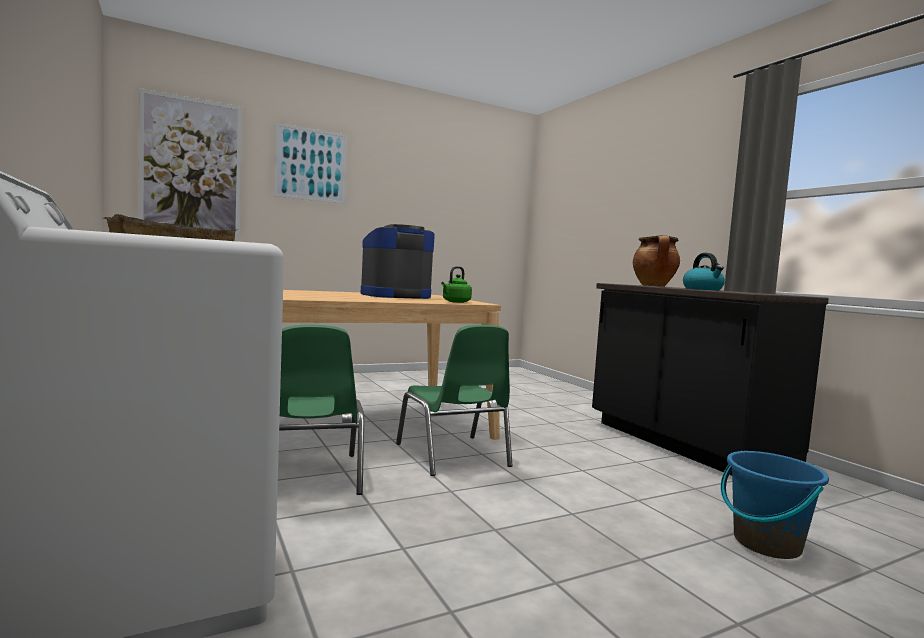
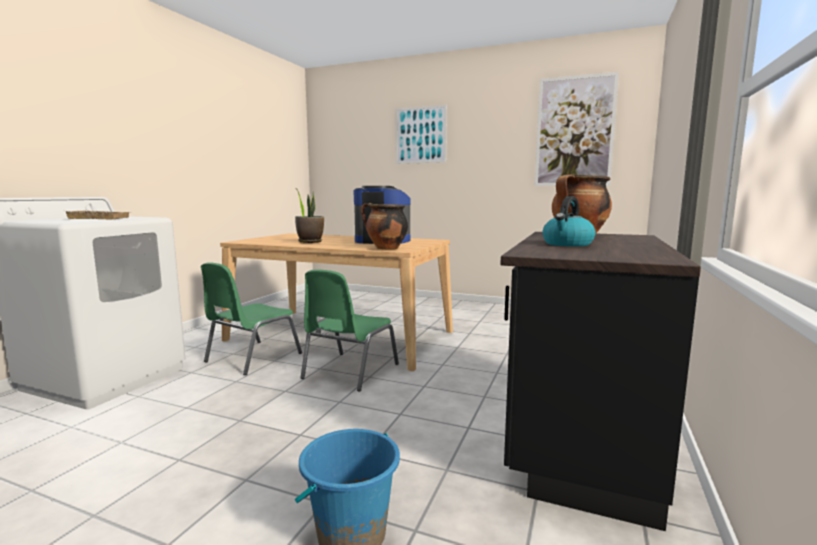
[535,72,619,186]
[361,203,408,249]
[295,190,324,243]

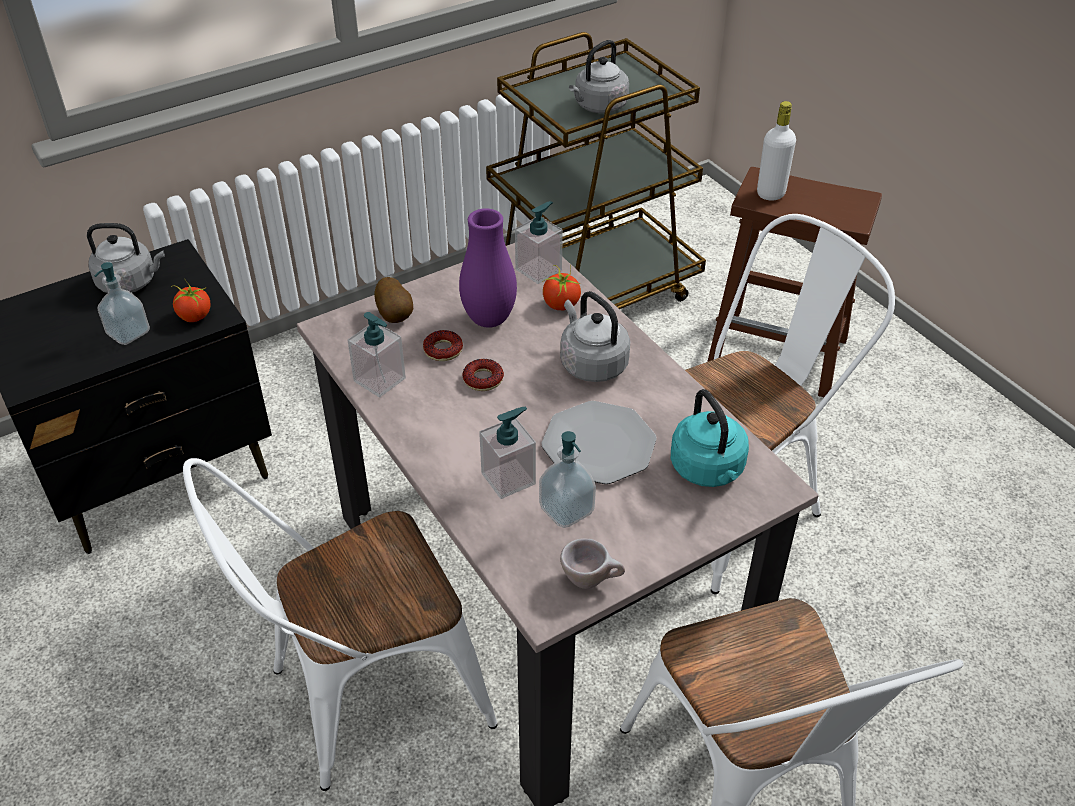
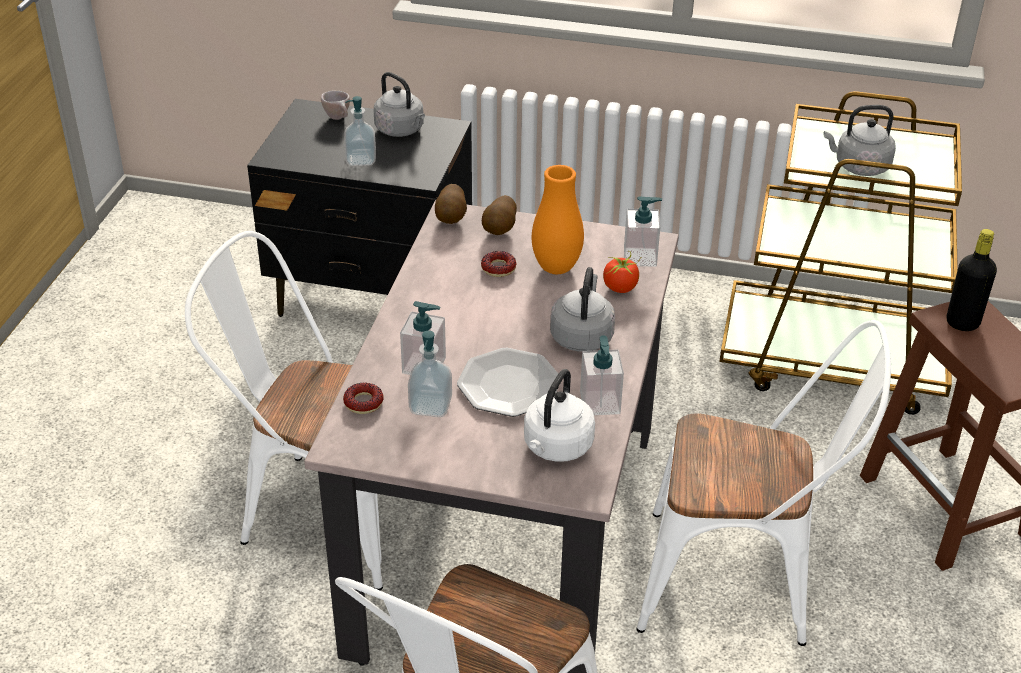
[171,278,211,322] (first image)
[580,335,624,415]
[532,165,584,274]
[343,383,384,414]
[321,91,350,120]
[524,369,595,462]
[947,229,997,331]
[435,184,467,224]

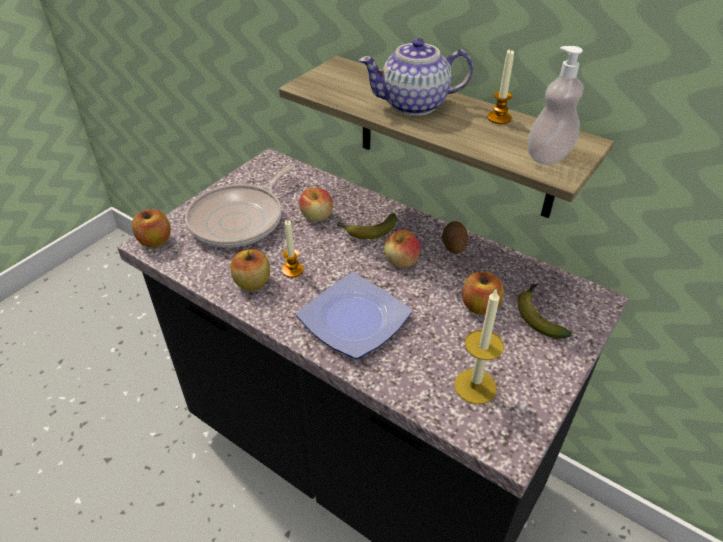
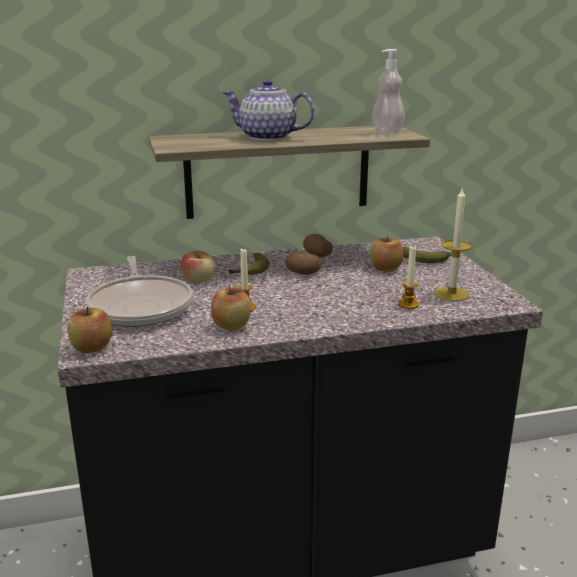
[296,272,412,359] (first image)
[223,79,315,141]
[285,251,321,275]
[398,246,419,309]

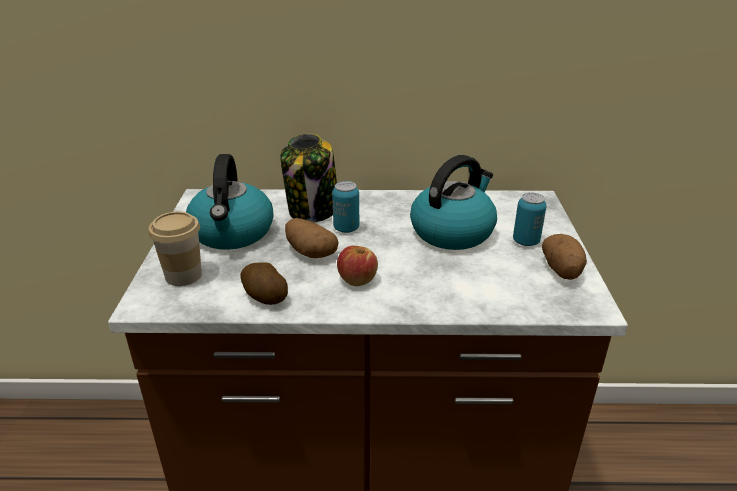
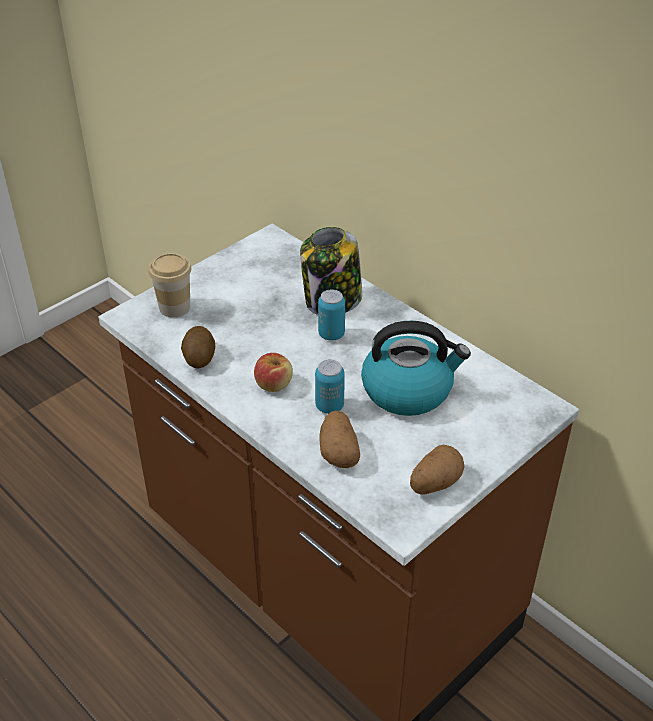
[186,154,273,250] (first image)
[319,410,360,468]
[315,359,345,414]

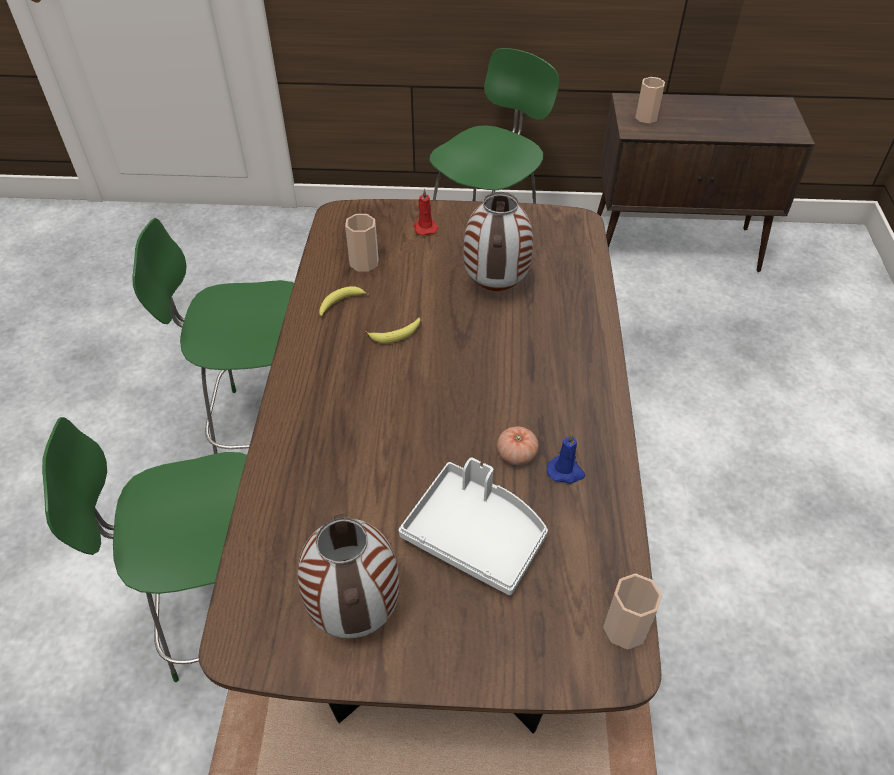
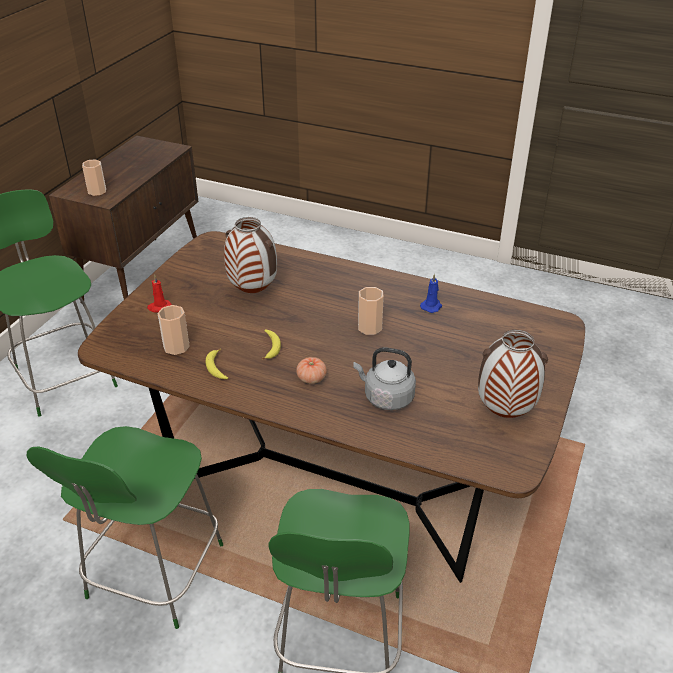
[399,458,548,595] (first image)
[296,357,327,384]
[358,287,384,335]
[353,347,416,410]

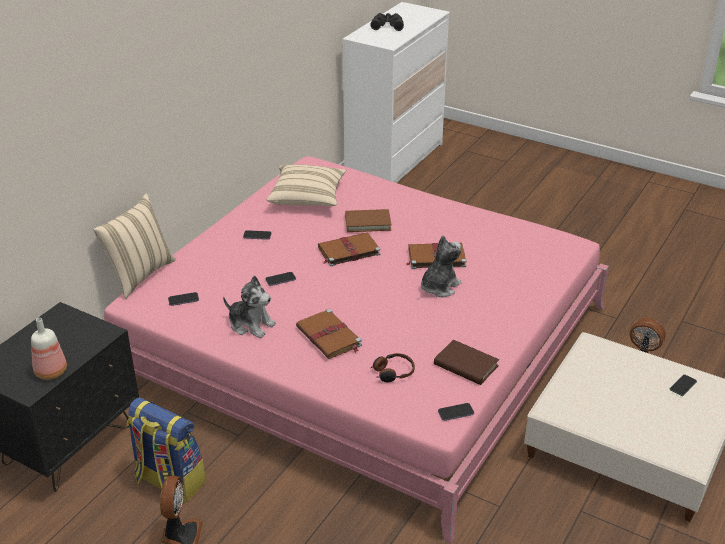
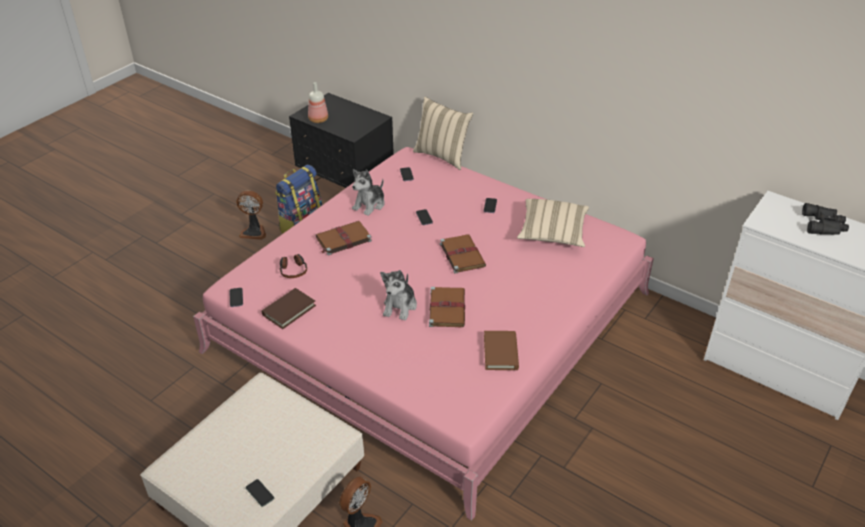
[484,331,519,370]
[380,270,417,320]

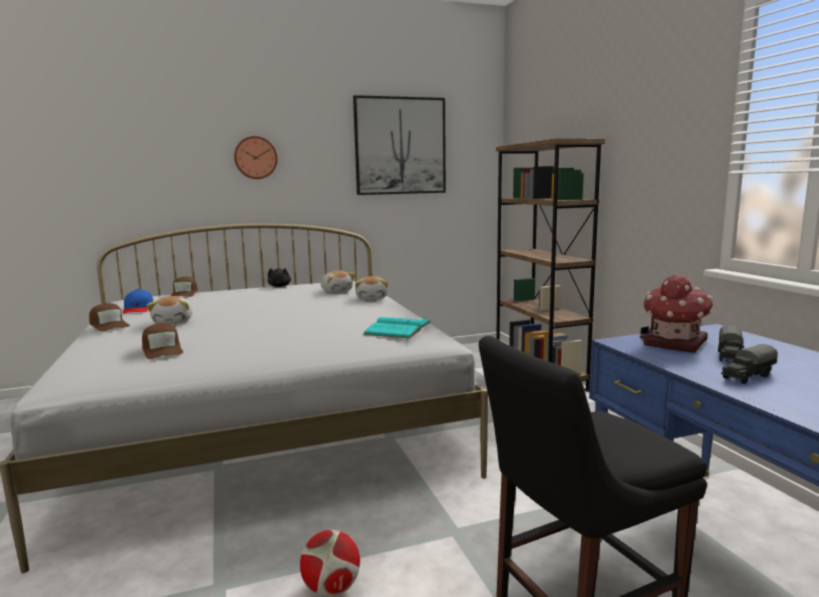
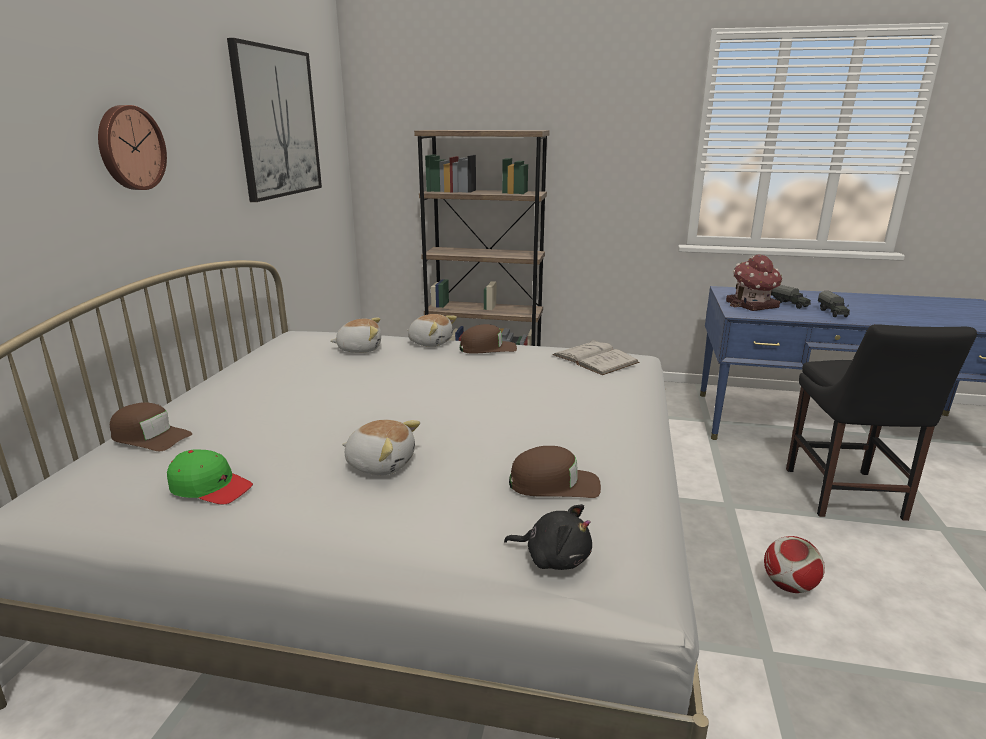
[460,324,517,354]
[167,449,253,504]
[504,504,592,570]
[552,339,639,375]

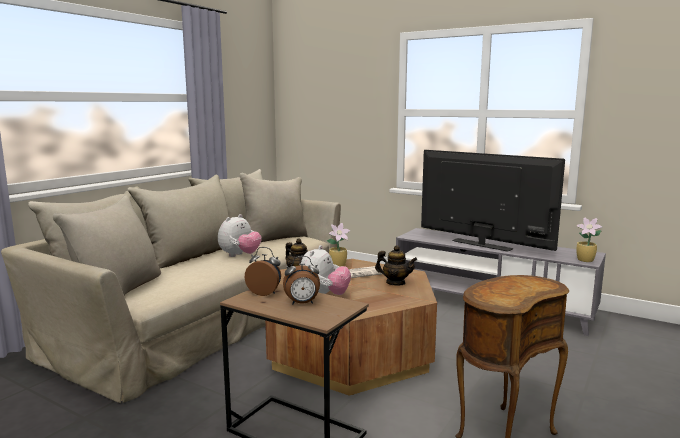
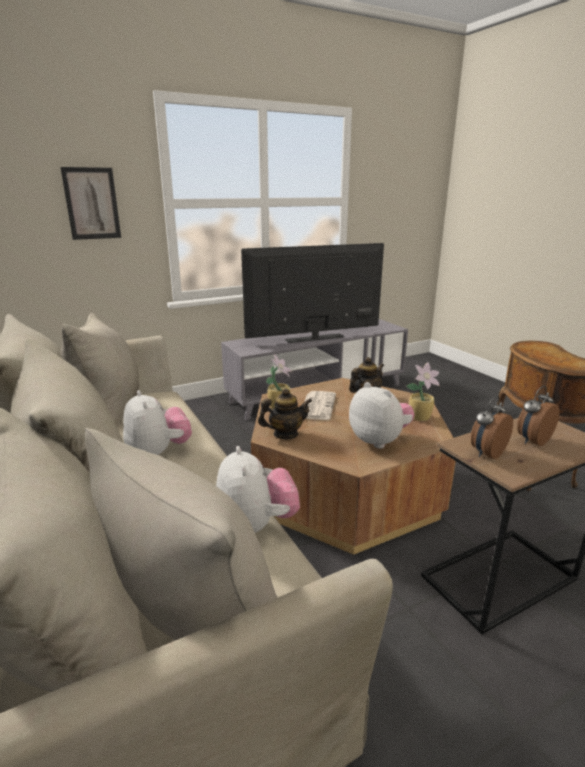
[517,386,560,446]
[407,362,440,421]
[60,167,121,240]
[216,446,300,533]

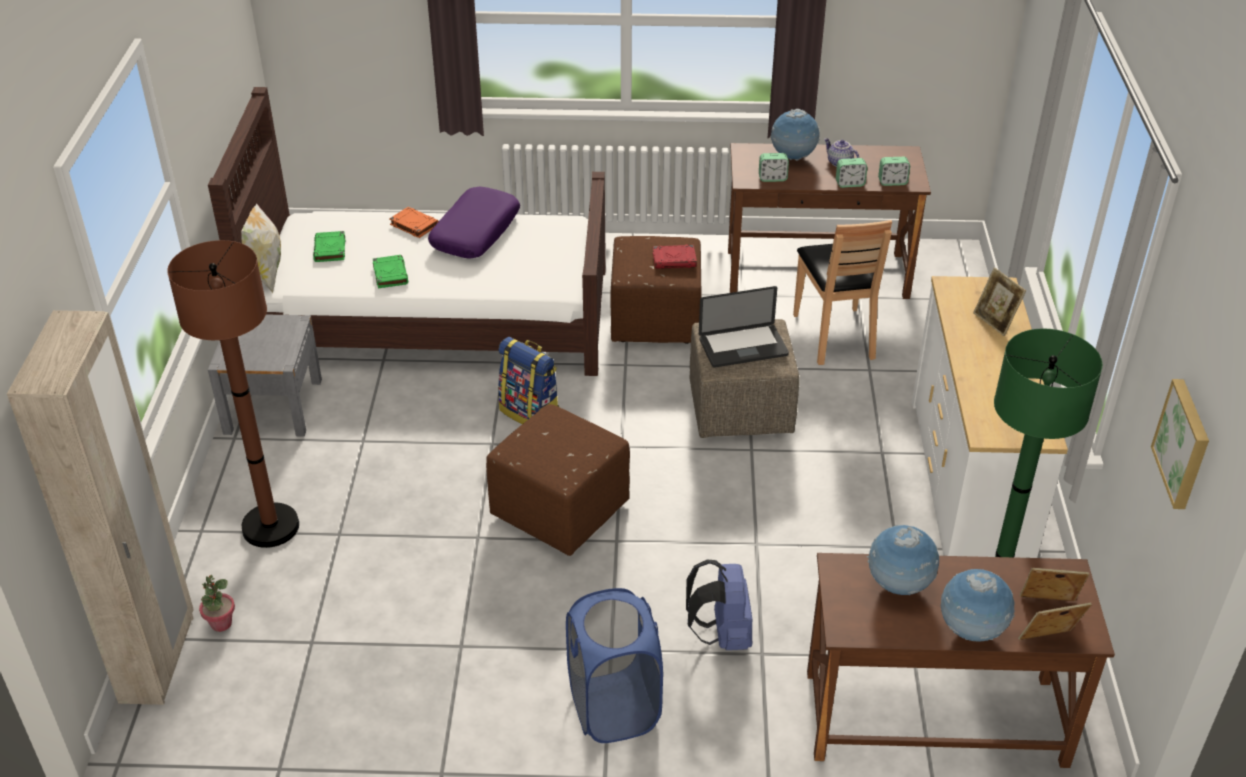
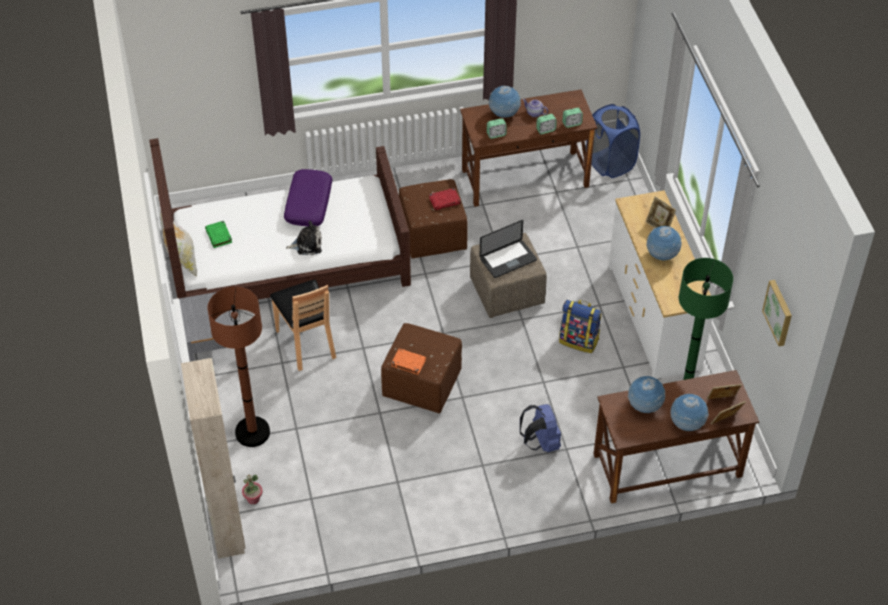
[373,255,408,288] (first image)
[391,348,426,375]
[559,300,601,353]
[586,104,640,178]
[270,280,336,371]
[286,221,322,255]
[646,226,682,260]

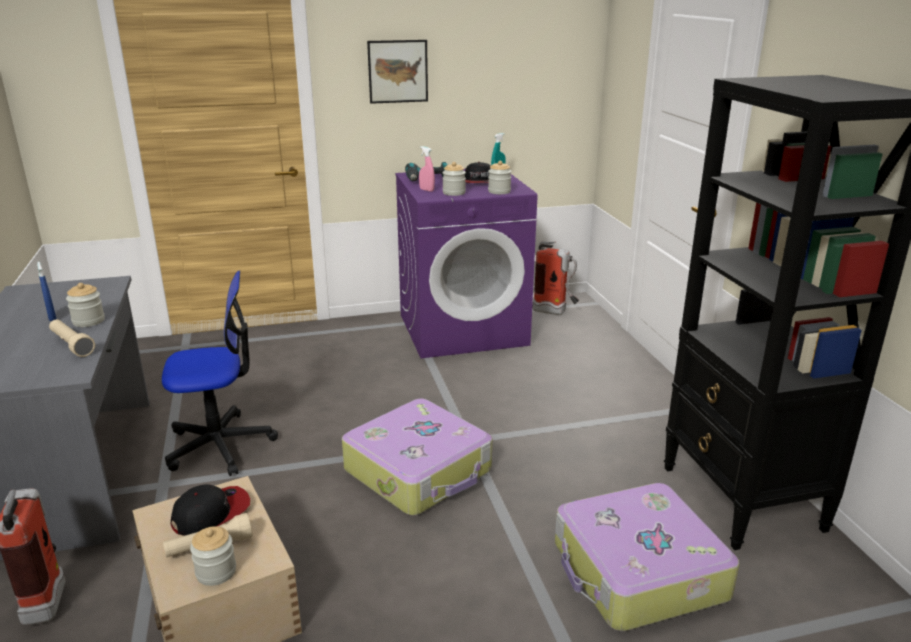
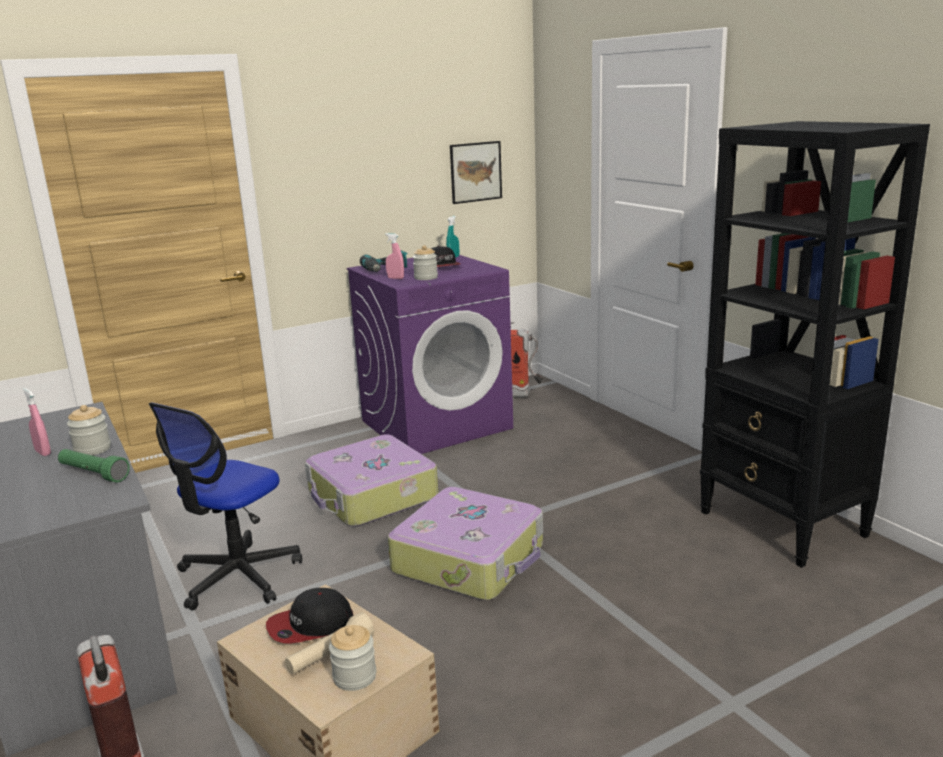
[23,388,51,456]
[58,449,129,483]
[149,403,302,610]
[266,588,354,643]
[450,141,502,204]
[488,161,512,194] (first image)
[305,434,438,527]

